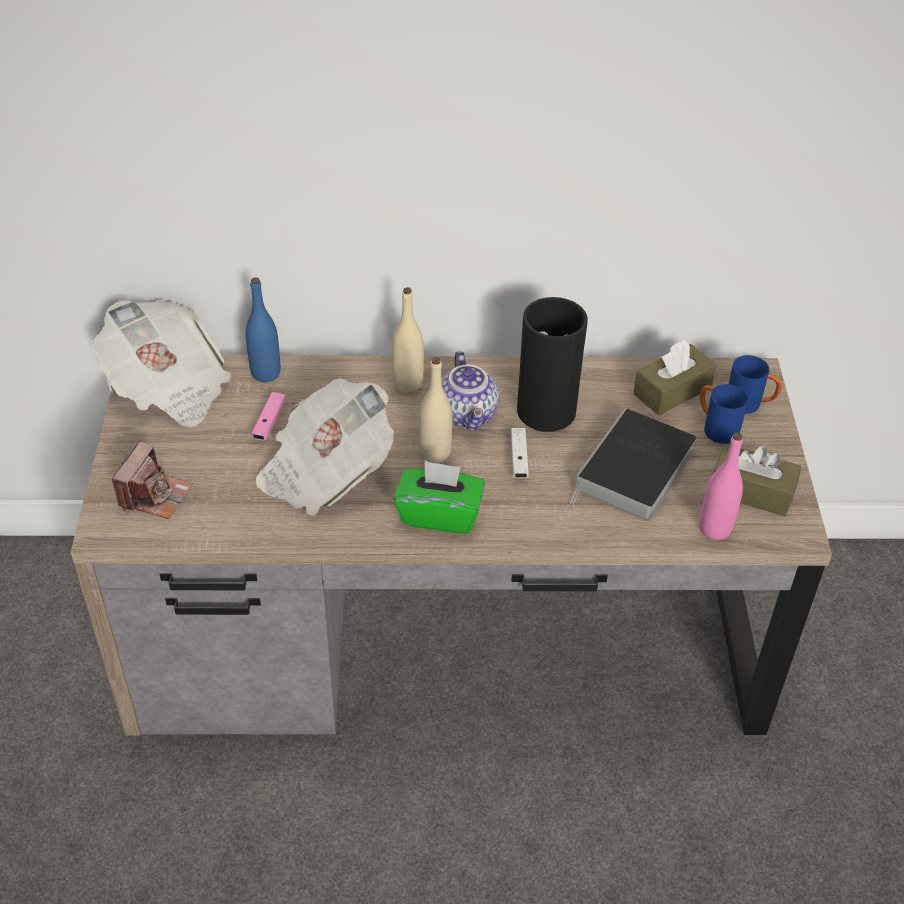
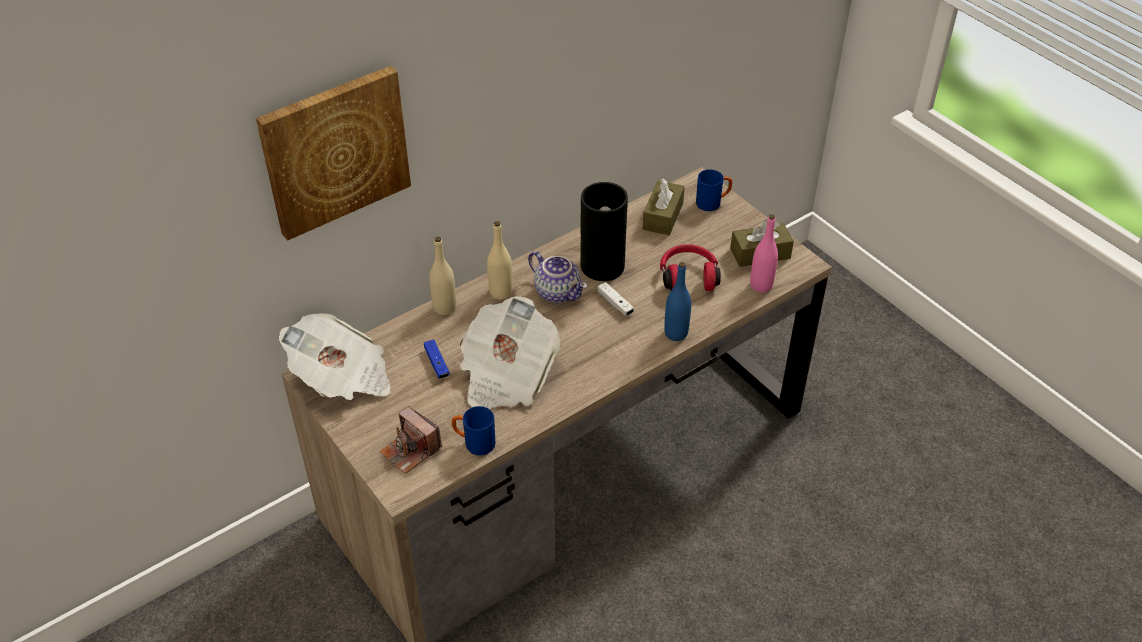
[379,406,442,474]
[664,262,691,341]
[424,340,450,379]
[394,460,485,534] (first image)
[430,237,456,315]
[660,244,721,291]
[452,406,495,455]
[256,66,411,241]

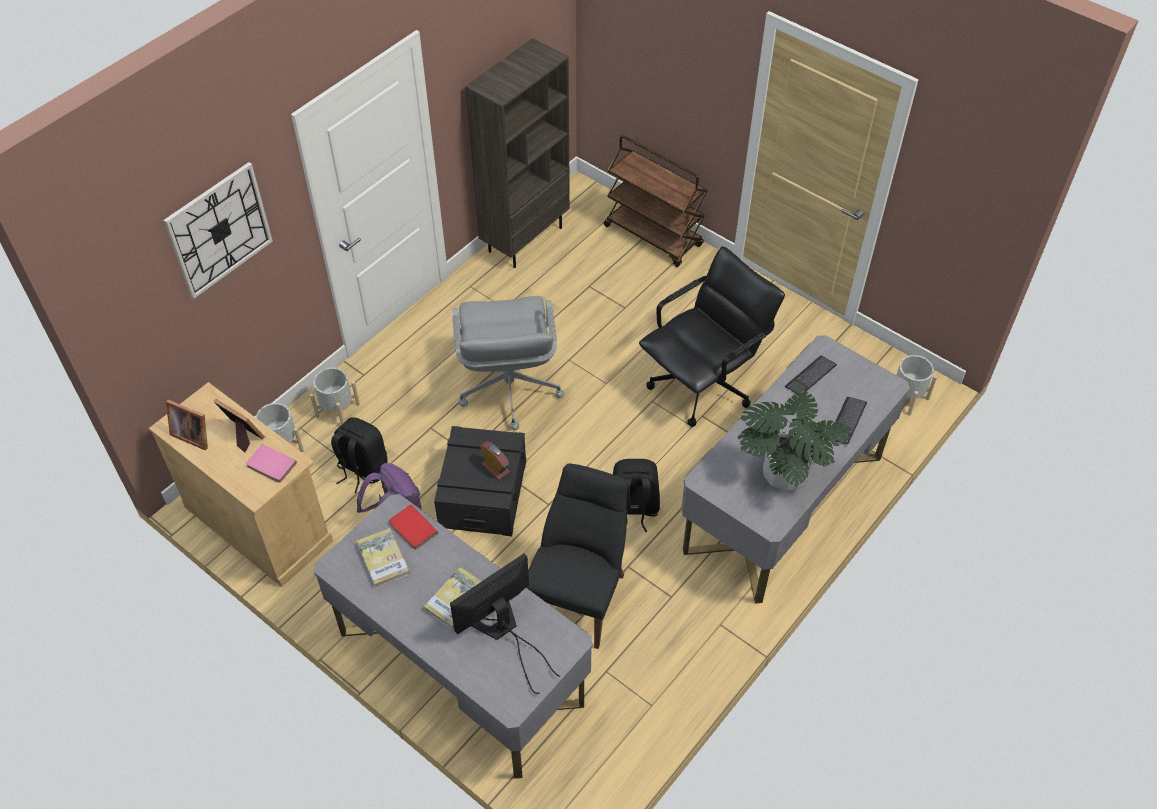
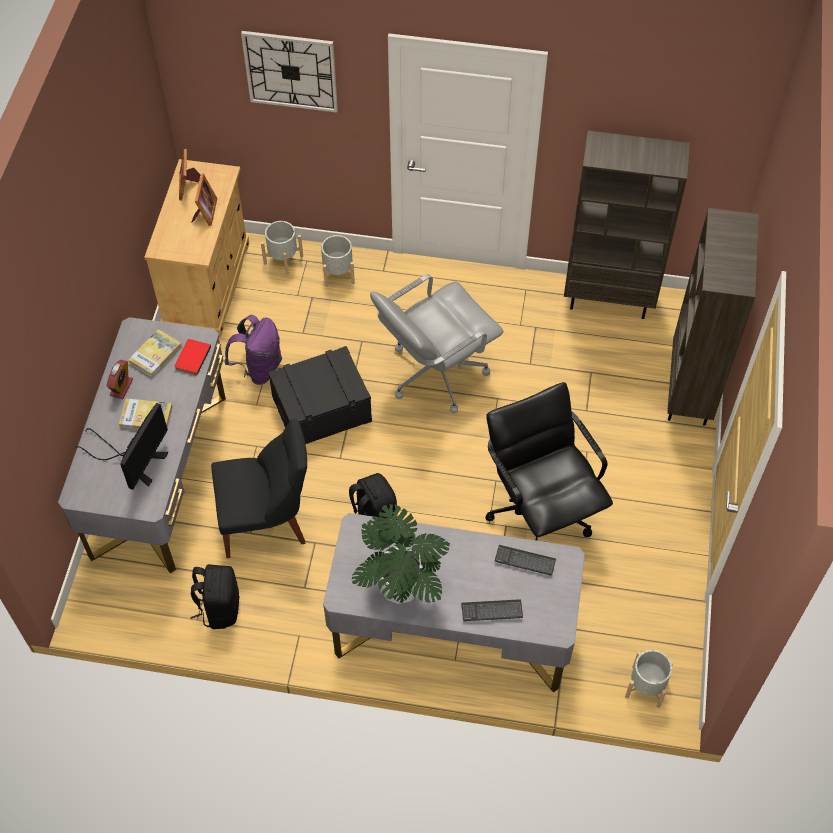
[246,444,297,483] (first image)
[190,564,239,629]
[75,403,168,490]
[107,360,133,399]
[667,208,759,426]
[485,382,613,541]

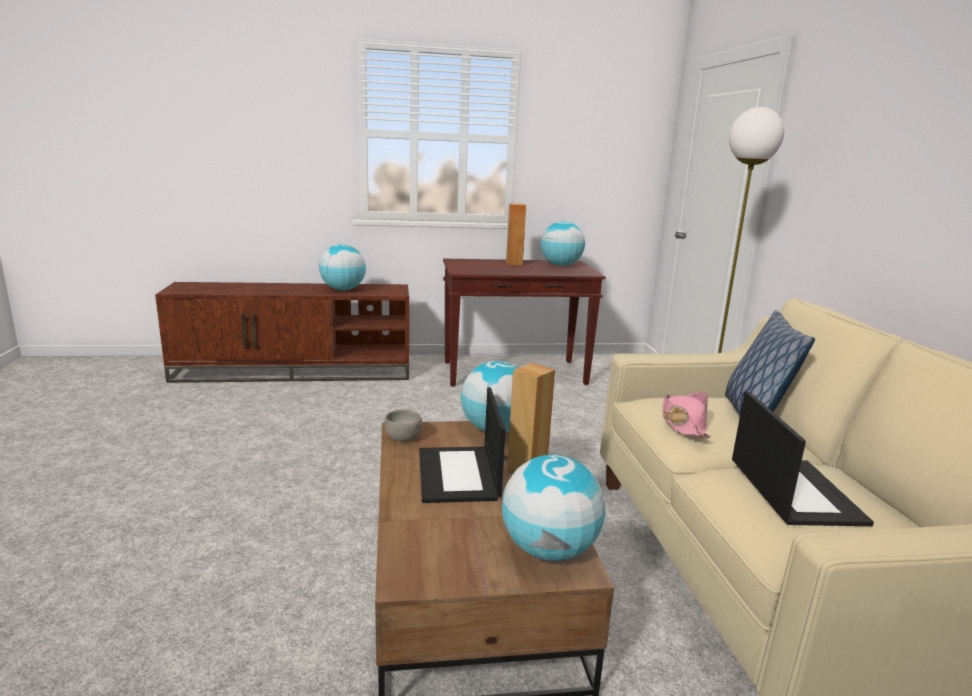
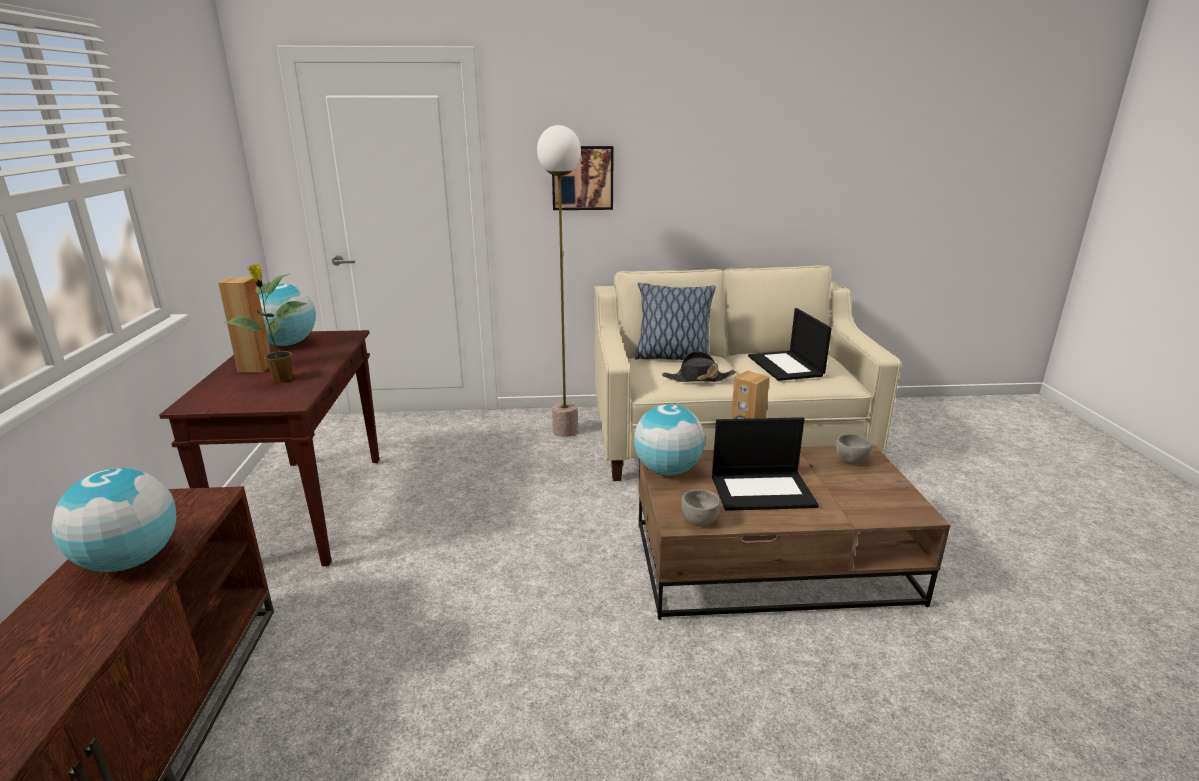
[835,434,872,465]
[662,351,736,382]
[748,308,832,381]
[224,264,307,382]
[552,146,614,210]

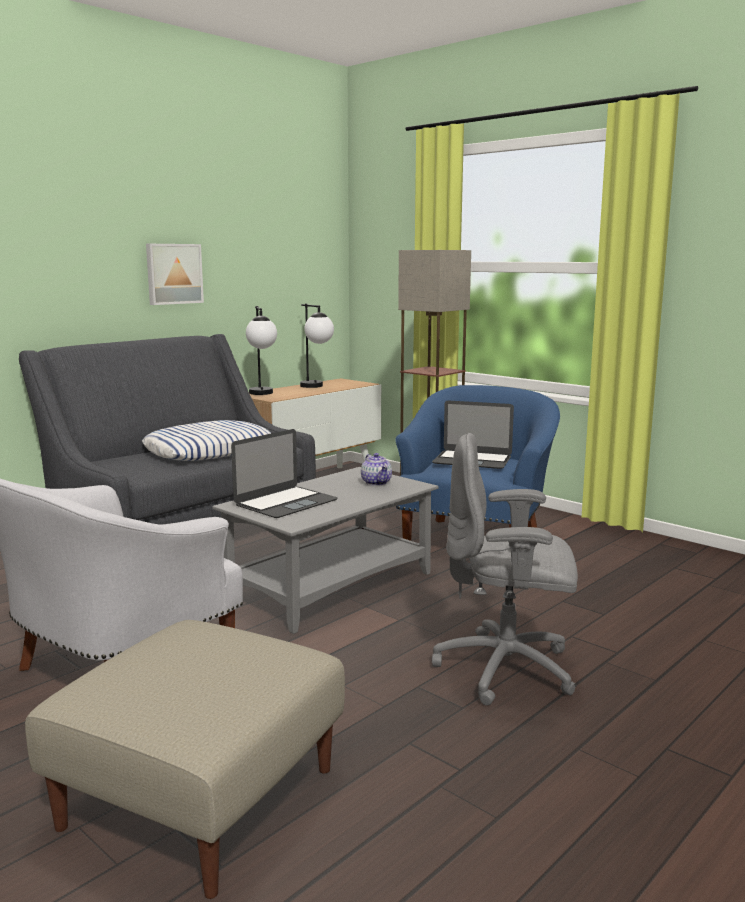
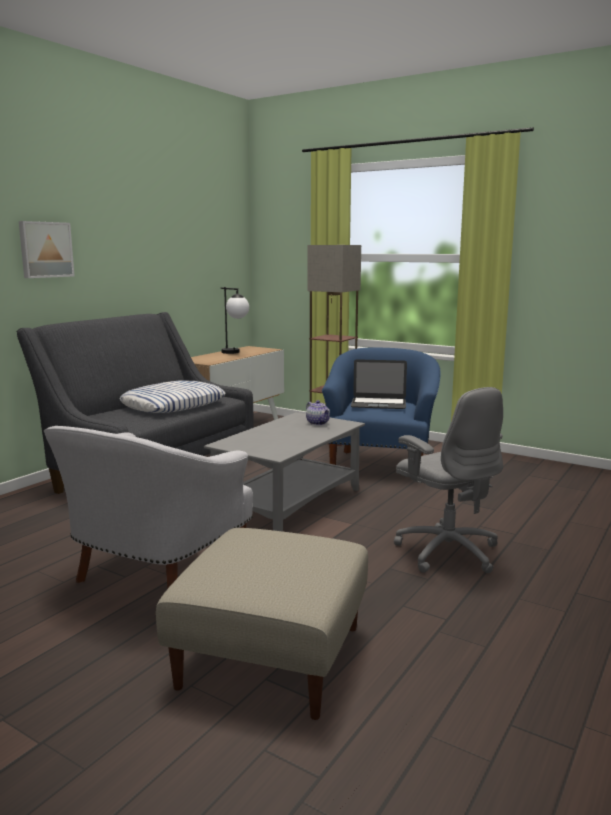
[19,221,74,278]
[231,429,338,518] (first image)
[246,306,277,395] (first image)
[394,387,503,574]

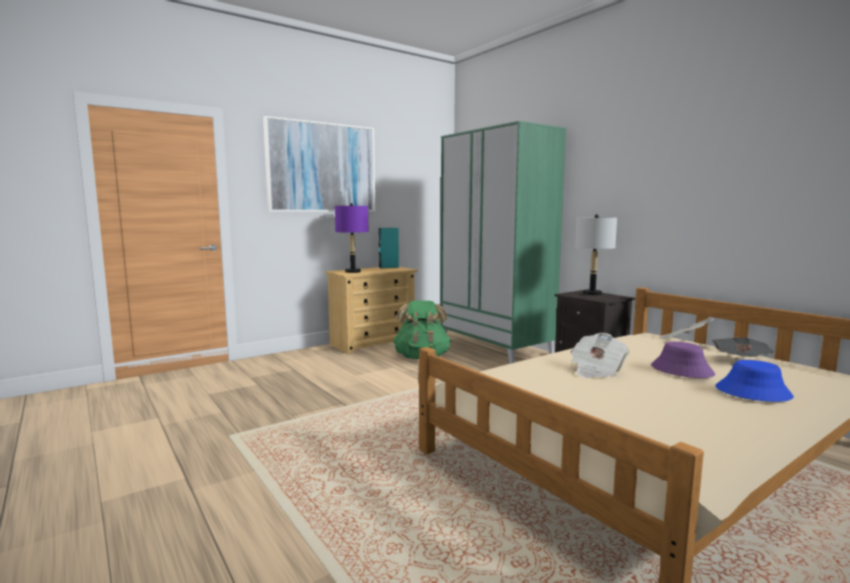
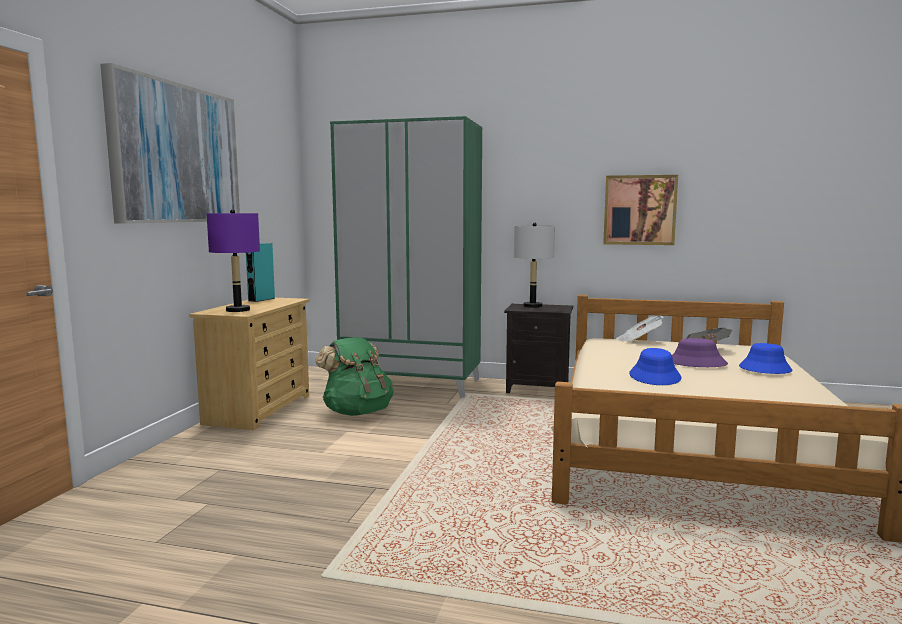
[629,348,682,385]
[603,175,678,245]

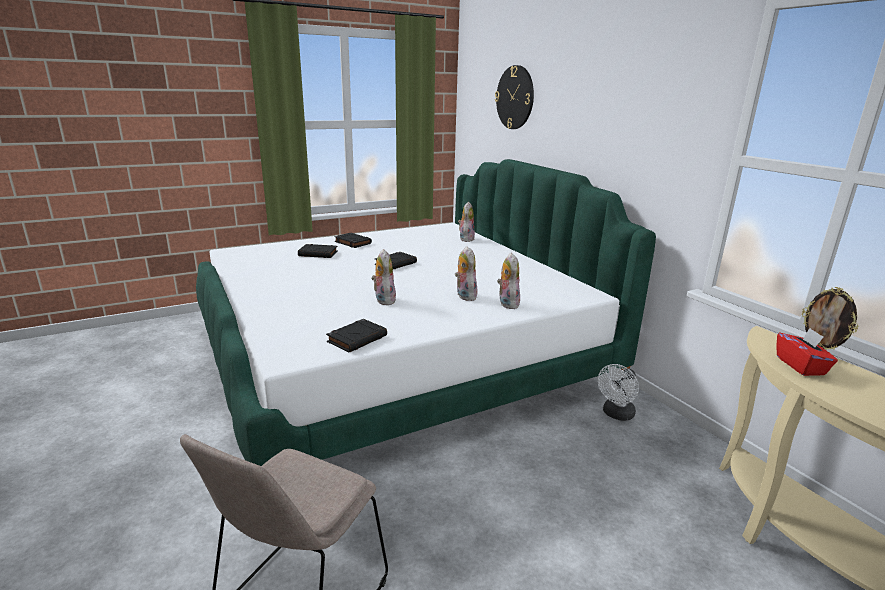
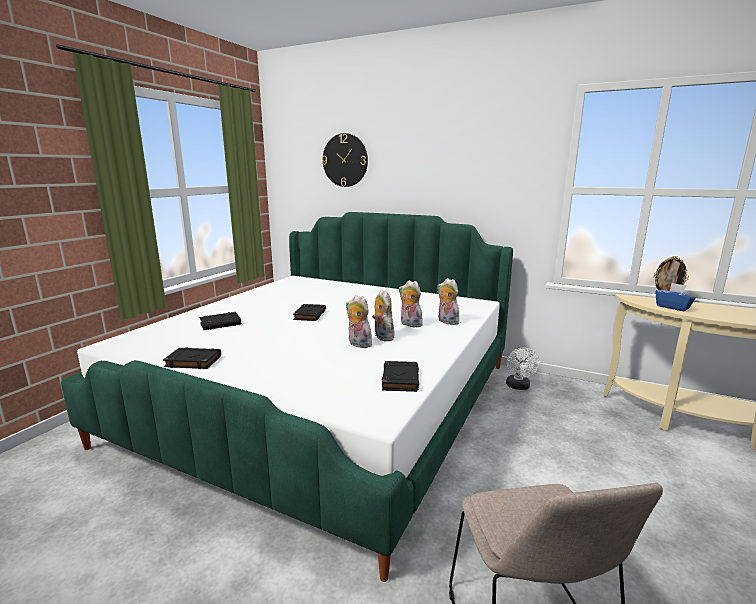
[163,347,221,369]
[372,289,394,341]
[655,283,696,311]

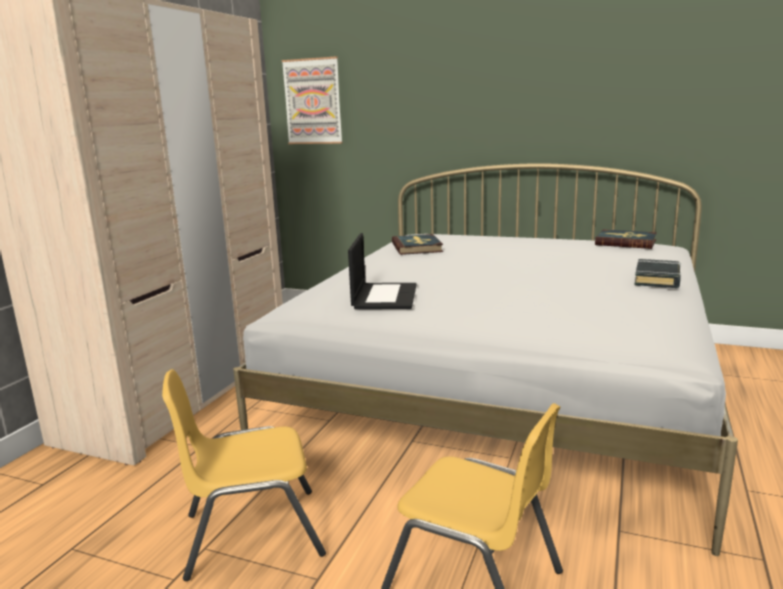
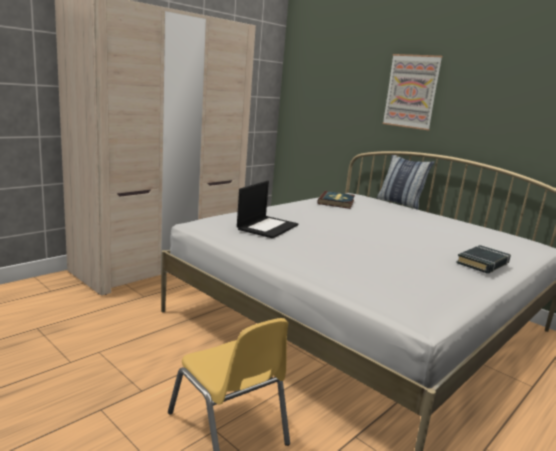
[162,369,326,581] (first image)
[383,54,443,130]
[595,229,657,249] (first image)
[377,155,434,209]

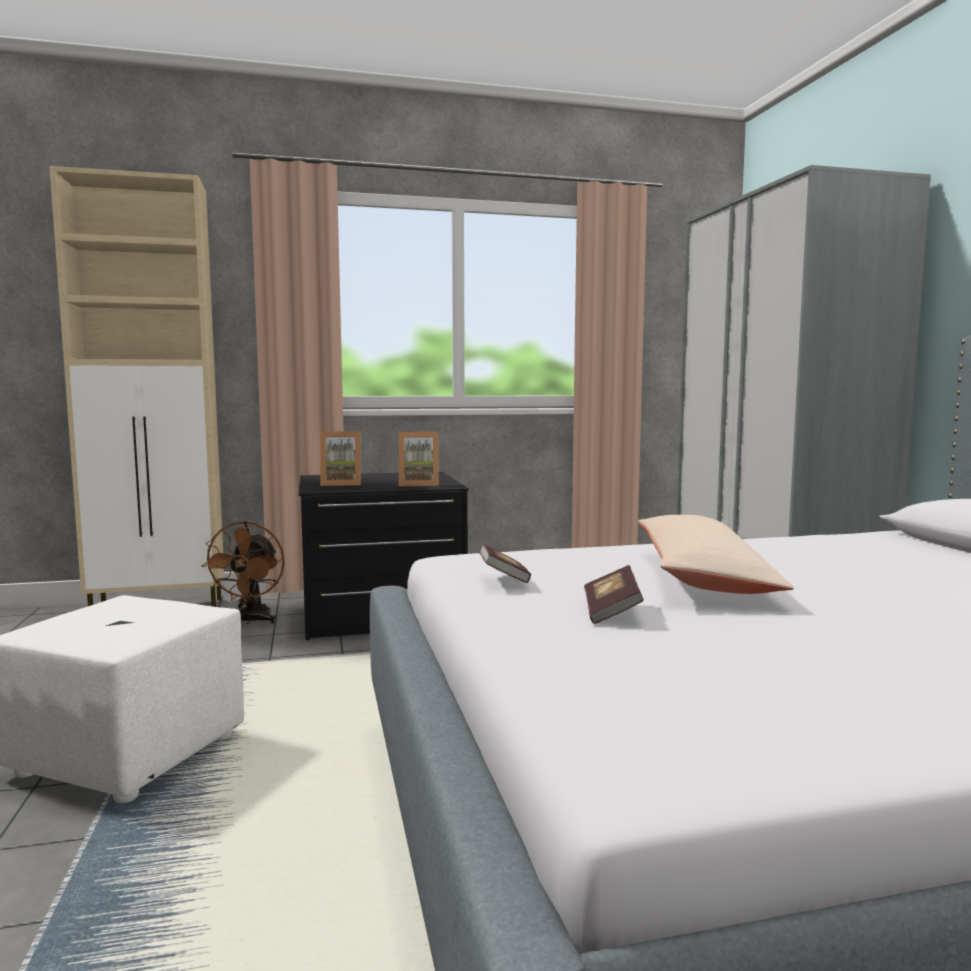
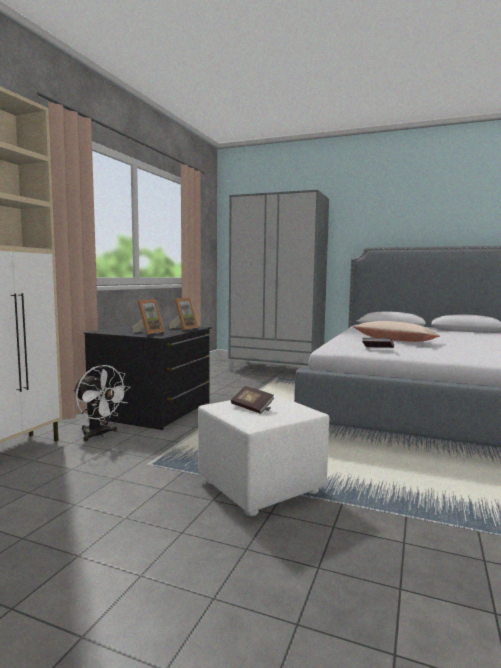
[73,365,130,442]
[231,386,274,414]

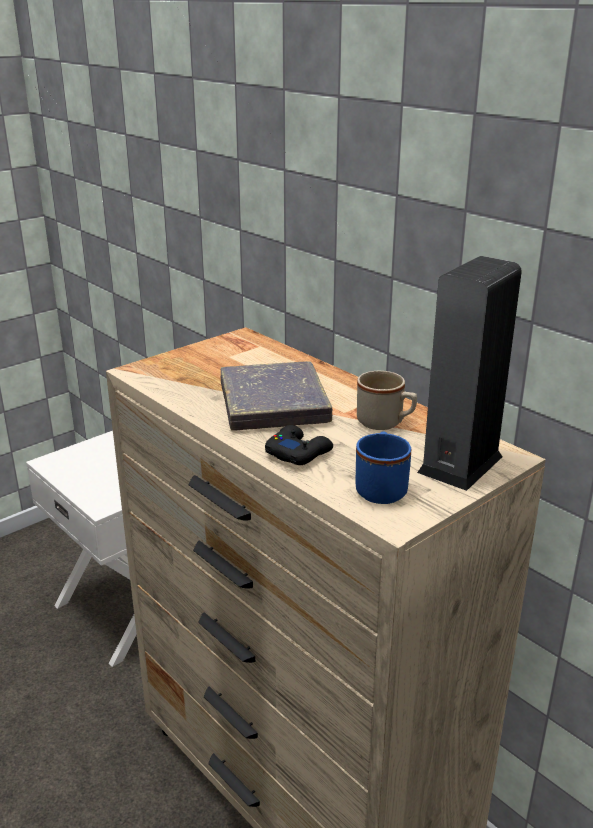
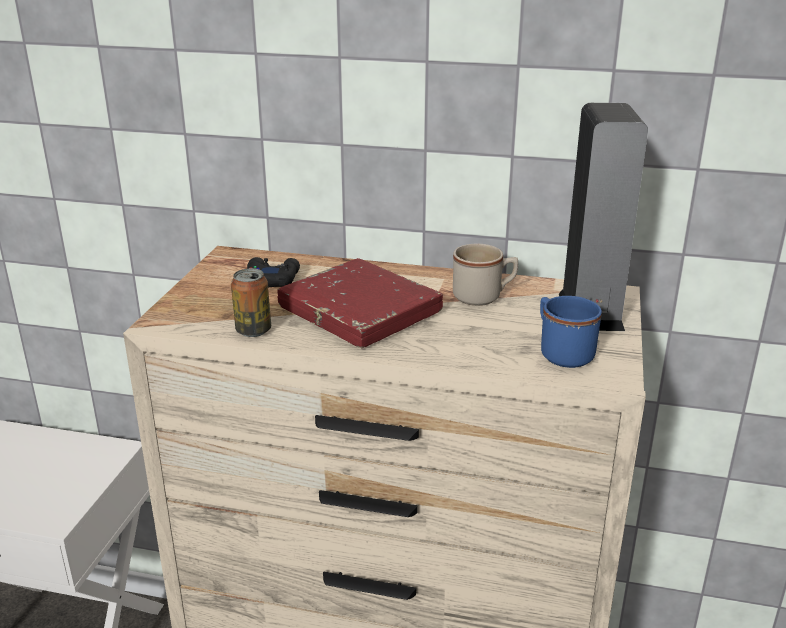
[277,258,443,348]
[247,257,300,287]
[231,268,271,337]

